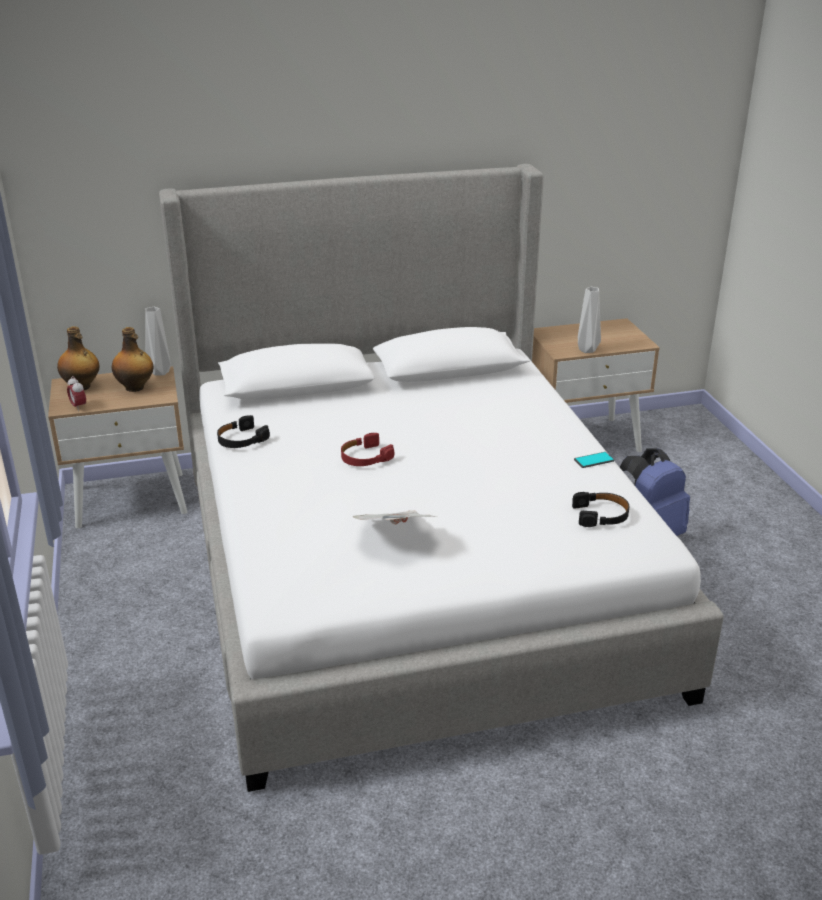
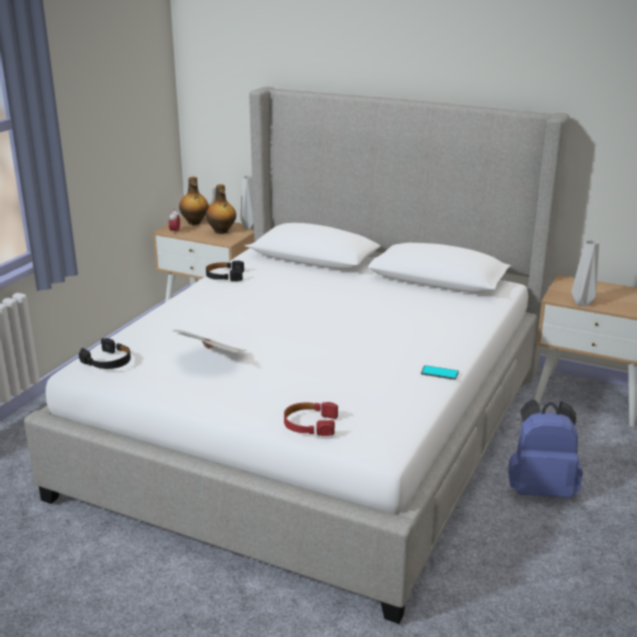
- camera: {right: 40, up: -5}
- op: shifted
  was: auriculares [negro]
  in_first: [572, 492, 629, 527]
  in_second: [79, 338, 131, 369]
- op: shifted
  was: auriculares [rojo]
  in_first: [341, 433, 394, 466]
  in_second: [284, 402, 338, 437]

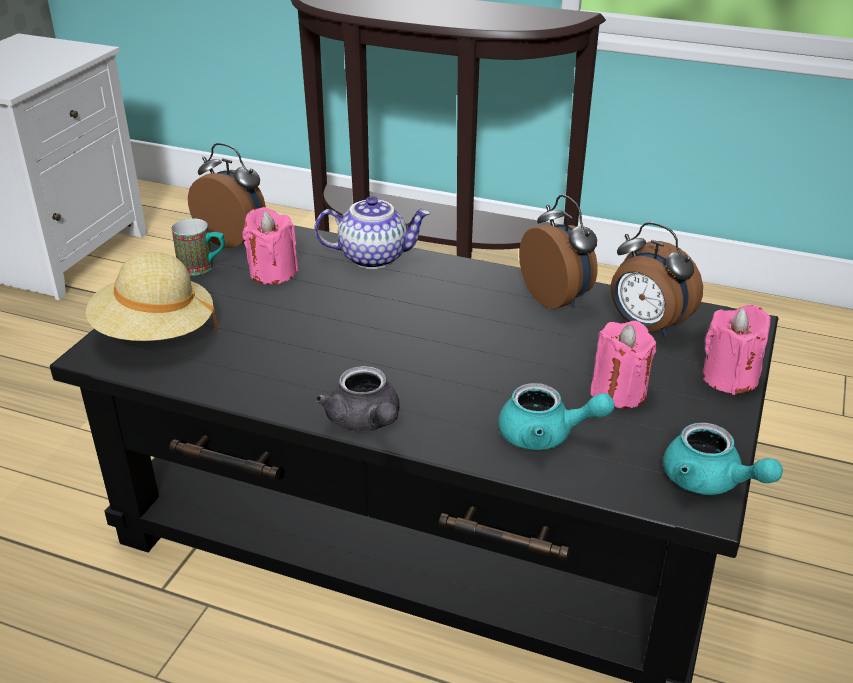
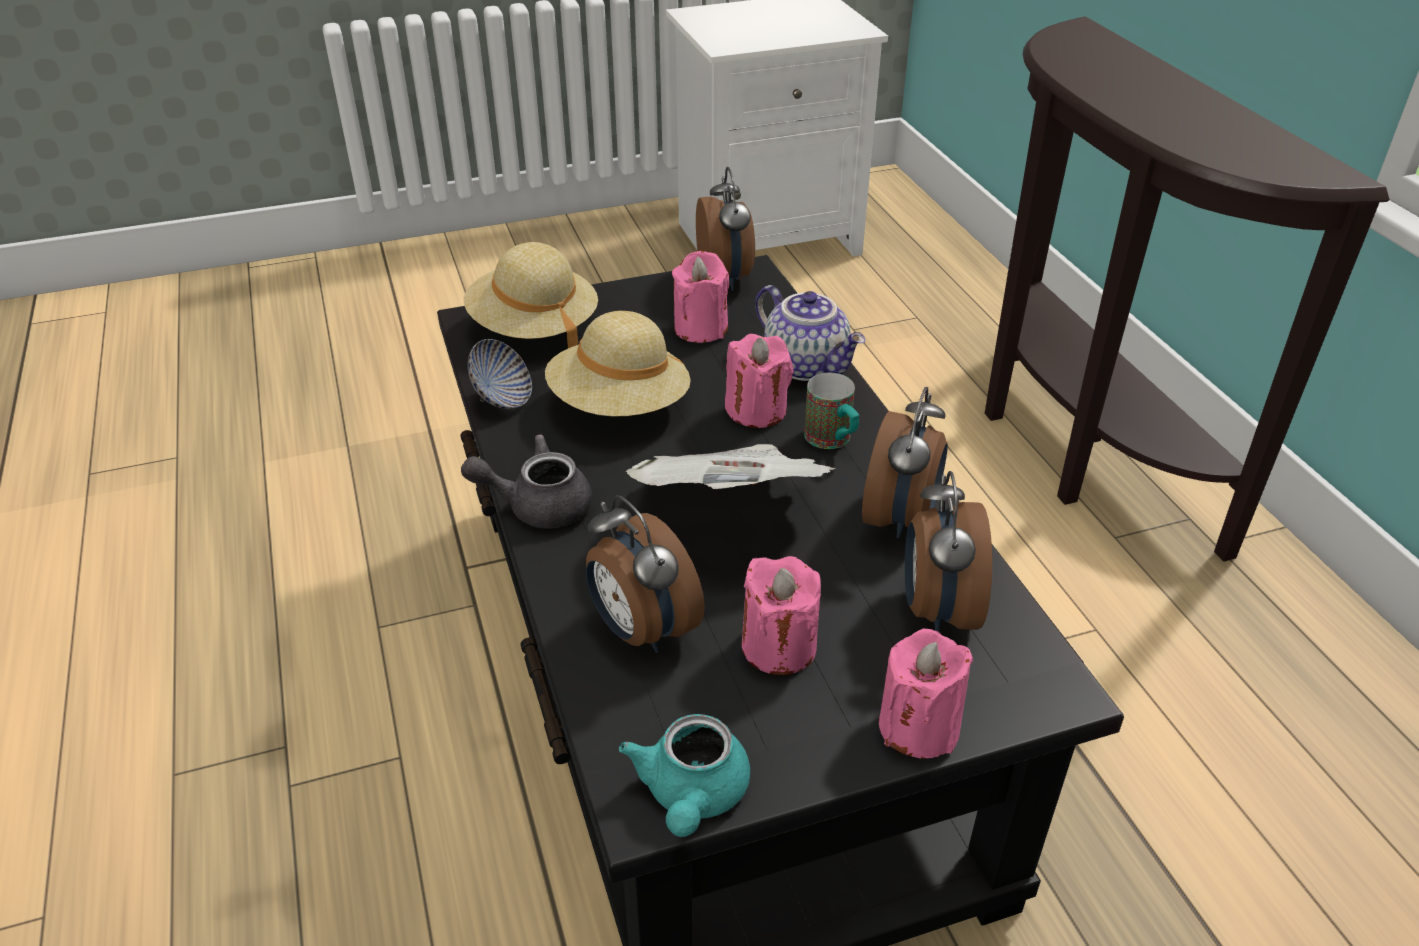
- camera: {right: 50, up: 5}
- op: rotated
  was: tetera [gris]
  in_first: [316, 366, 400, 431]
  in_second: [461, 434, 592, 528]
  clockwise: 60
- op: new
  now: cuenco
  in_second: [468, 339, 532, 409]
- op: new
  now: sombrero [beis]
  in_second: [545, 311, 691, 416]
- op: swapped
  was: tetera [turquesa]
  now: despertador
  in_first: [498, 383, 614, 450]
  in_second: [586, 495, 705, 653]
- op: new
  now: periódico
  in_second: [626, 444, 836, 489]
- op: new
  now: vela [rosa]
  in_second: [725, 334, 793, 428]
- op: shifted
  was: taza grande
  in_first: [172, 218, 225, 276]
  in_second: [804, 373, 859, 449]

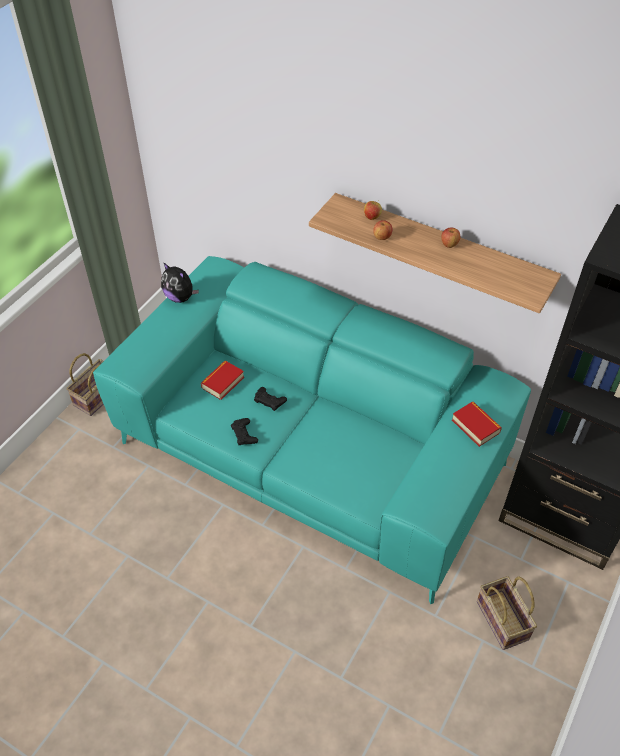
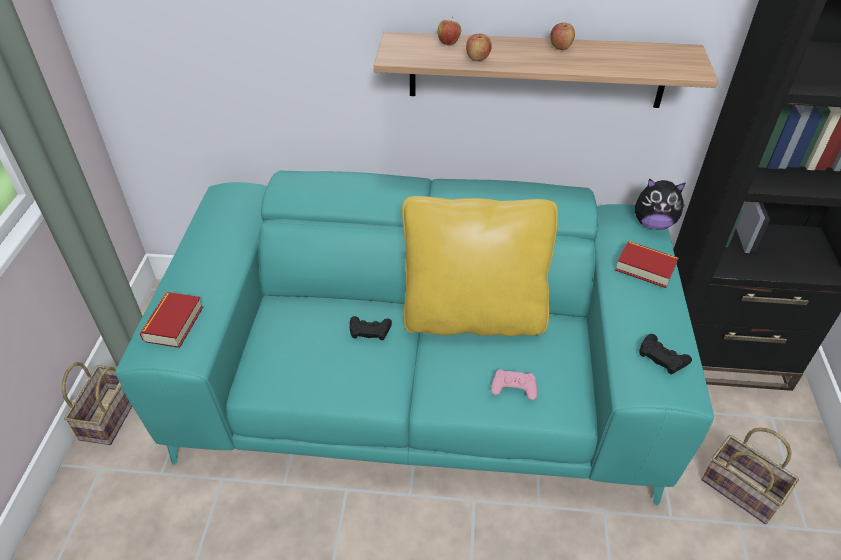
- camera: {right: -25, up: -5}
- op: shifted
  was: libro
  in_first: [201, 361, 244, 400]
  in_second: [140, 292, 203, 348]
- op: new
  now: cojín [amarillo]
  in_second: [402, 196, 558, 336]
- op: new
  now: mando de consola [rosa]
  in_second: [491, 369, 537, 400]
- op: shifted
  was: peluche
  in_first: [161, 262, 199, 303]
  in_second: [635, 178, 685, 230]
- op: shifted
  was: mando de consola [negro]
  in_first: [231, 418, 258, 445]
  in_second: [639, 334, 692, 374]

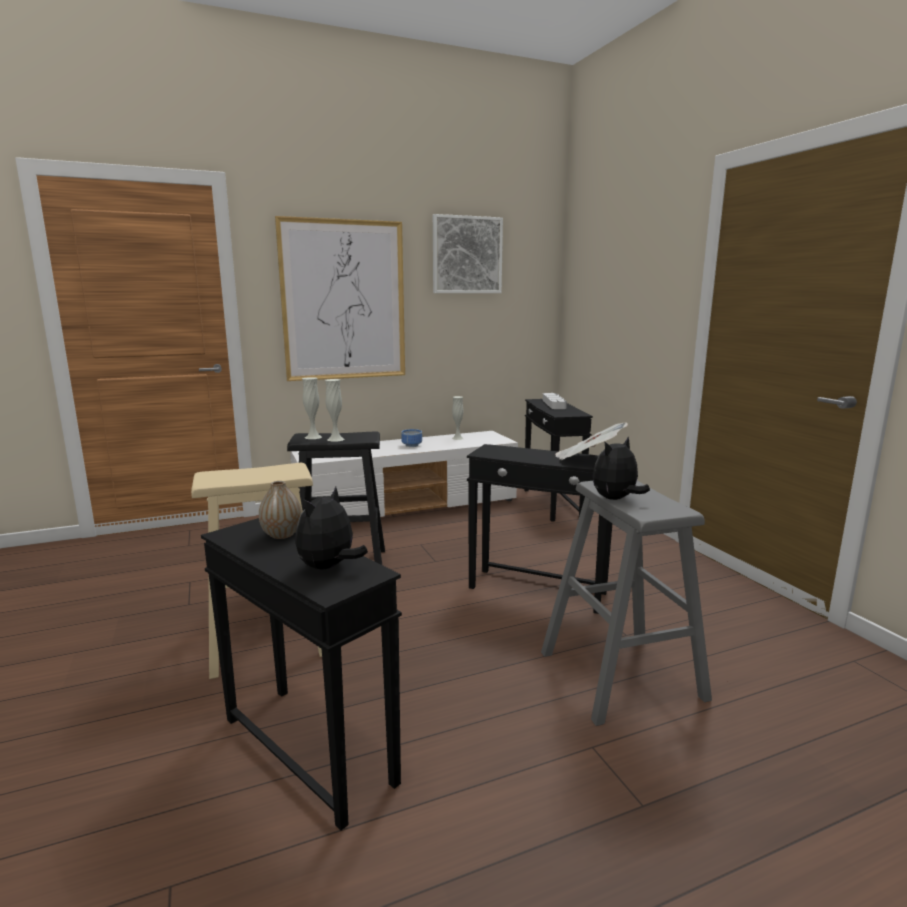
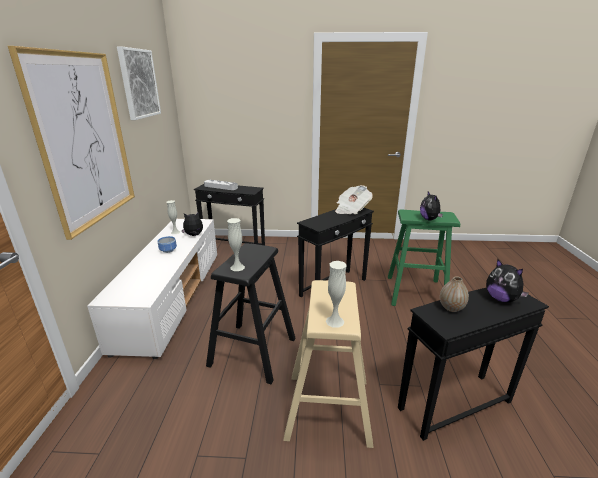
- camera: {right: -65, up: 10}
- op: new
  now: peluche
  in_second: [182, 212, 203, 236]
- op: shifted
  was: florero [blanco]
  in_first: [325, 379, 344, 442]
  in_second: [326, 261, 347, 327]
- op: repainted
  was: taburete [gris]
  now: taburete [verde]
  in_first: [541, 481, 712, 726]
  in_second: [388, 210, 460, 306]

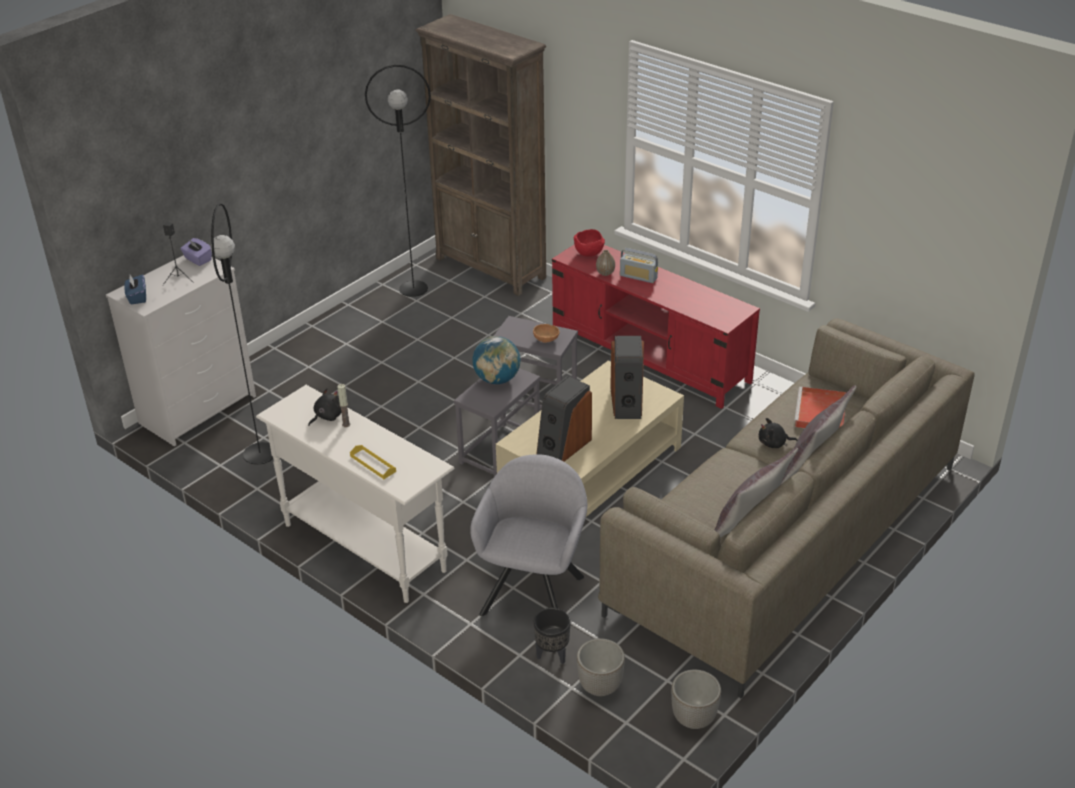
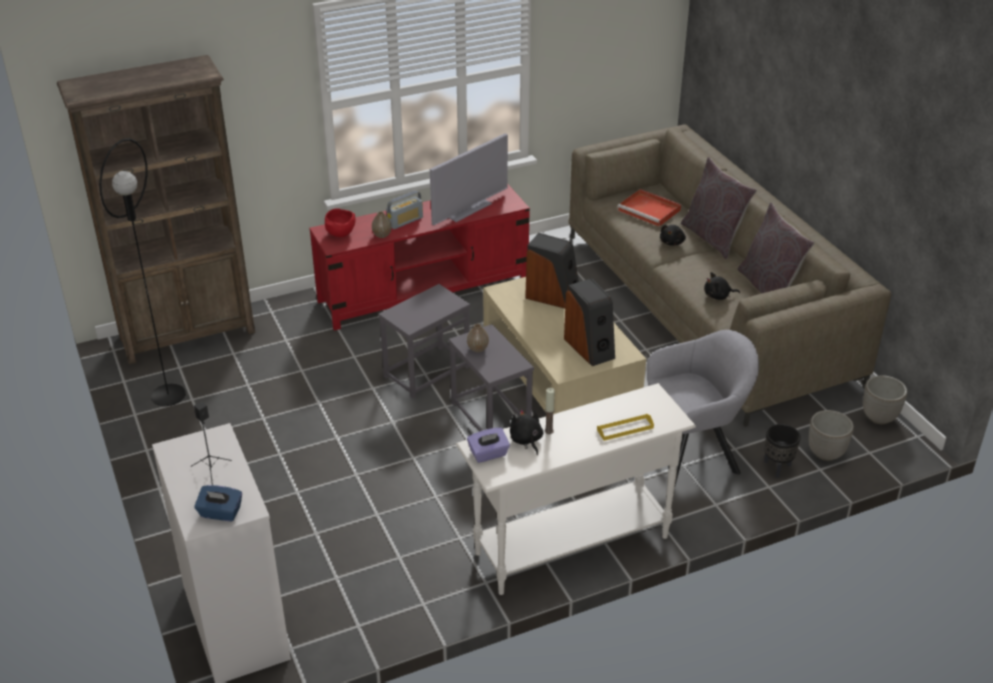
- camera: {right: -65, up: 0}
- op: new
  now: televisor
  in_second: [430, 133, 508, 225]
- op: swapped
  was: globo terráqueo
  now: florero
  in_first: [472, 336, 521, 384]
  in_second: [467, 324, 489, 352]
- op: shifted
  was: caja de pañuelos [morado]
  in_first: [180, 238, 212, 266]
  in_second: [467, 428, 510, 463]
- op: rotated
  was: sillón [gris]
  in_first: [470, 454, 587, 616]
  in_second: [647, 330, 759, 488]
  clockwise: 120
- op: new
  now: peluche [negro]
  in_second: [704, 272, 740, 300]
- op: gone
  was: lámpara de pie [negro]
  in_first: [211, 203, 273, 465]
- op: gone
  was: cuenco [marrón]
  in_first: [533, 324, 560, 343]

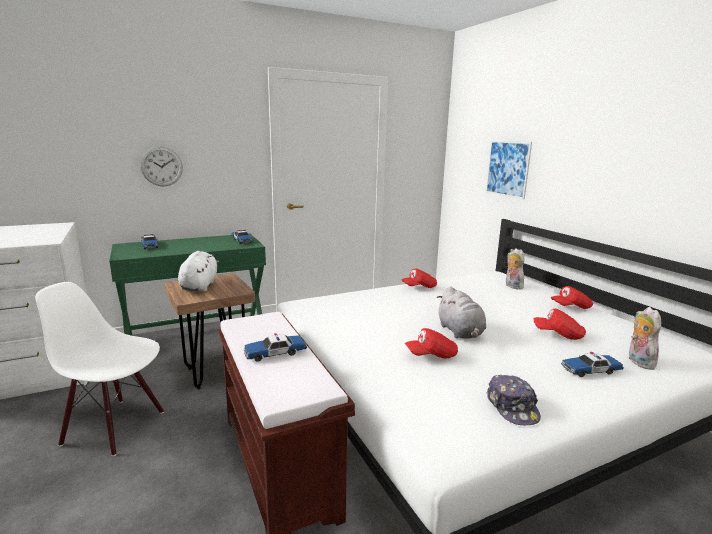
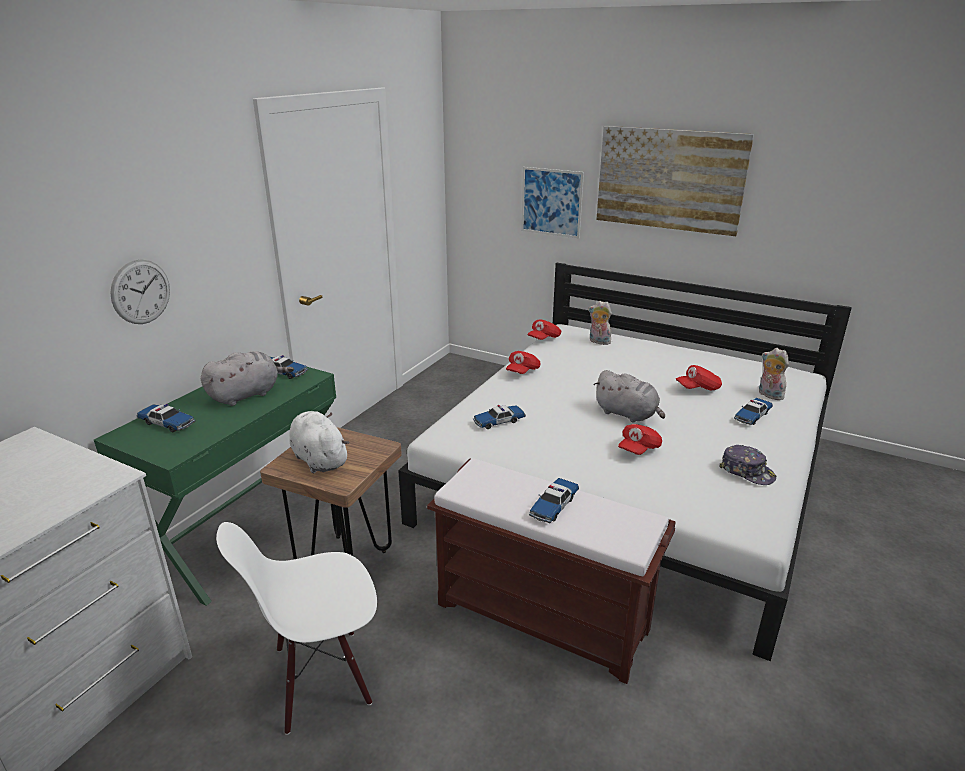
- camera: {right: -35, up: 10}
- op: new
  now: peluche [gris]
  in_second: [201, 351, 294, 406]
- op: new
  now: coche de juguete
  in_second: [473, 405, 526, 429]
- op: shifted
  was: gorra [rojo]
  in_first: [551, 286, 593, 309]
  in_second: [528, 319, 561, 340]
- op: new
  now: cuadro
  in_second: [596, 126, 754, 236]

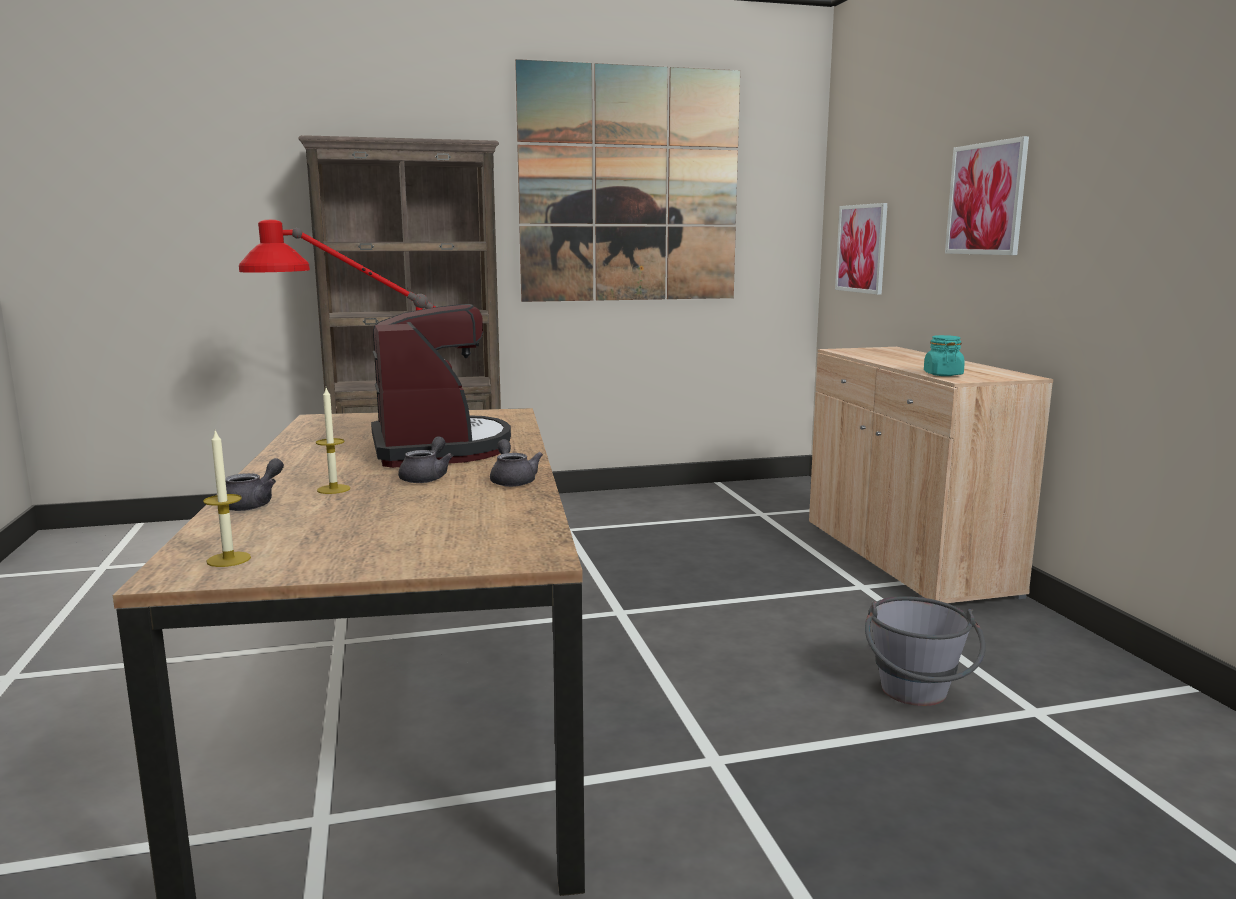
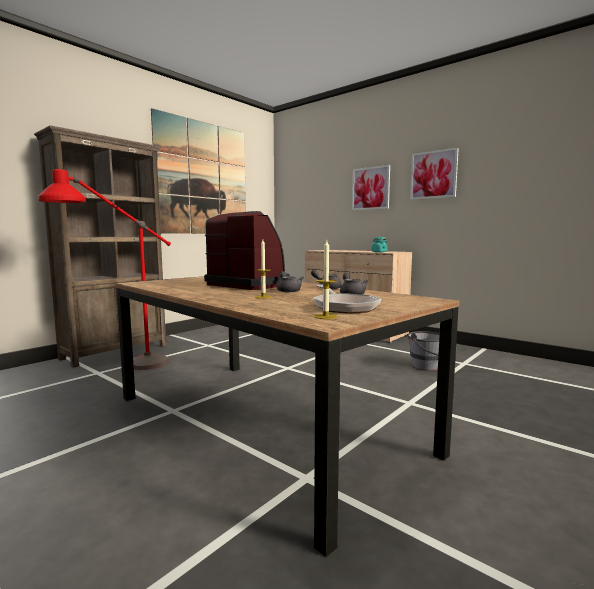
- camera: {right: -35, up: -5}
- op: new
  now: sartén
  in_second: [313, 284, 381, 314]
- op: shifted
  was: tetera [gris]
  in_first: [225, 458, 284, 511]
  in_second: [340, 273, 369, 294]
- op: shifted
  was: cuadro
  in_first: [835, 203, 888, 294]
  in_second: [410, 148, 459, 200]

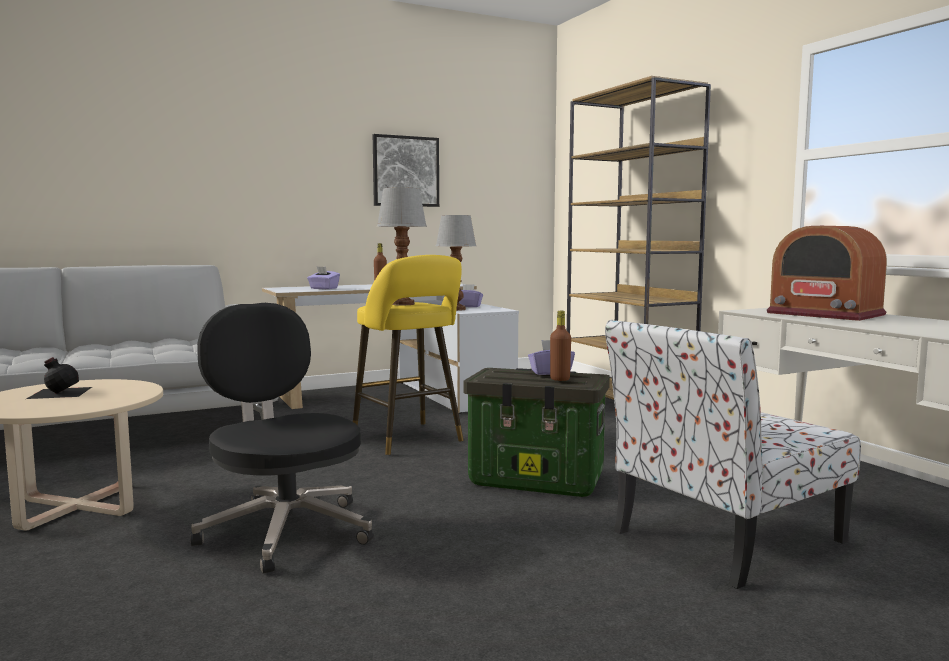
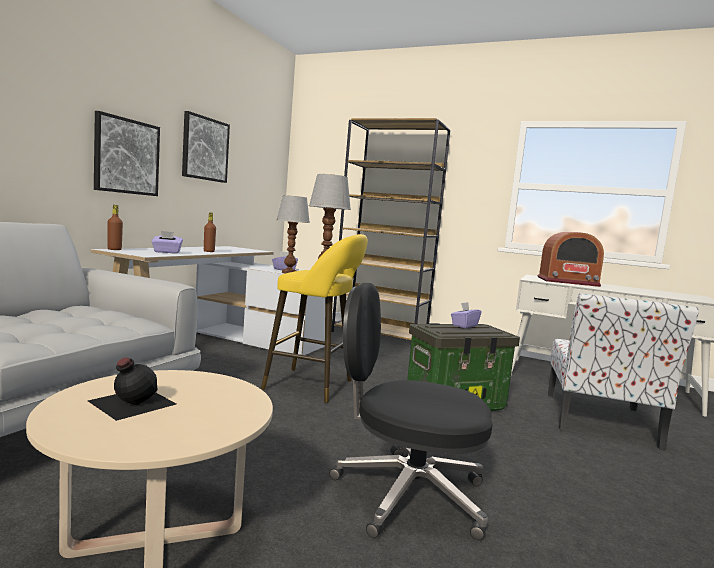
- camera: {right: -40, up: 0}
- op: new
  now: cuadro
  in_second: [94, 111, 160, 196]
- op: shifted
  was: botella [marrón]
  in_first: [550, 311, 571, 381]
  in_second: [107, 205, 123, 250]

